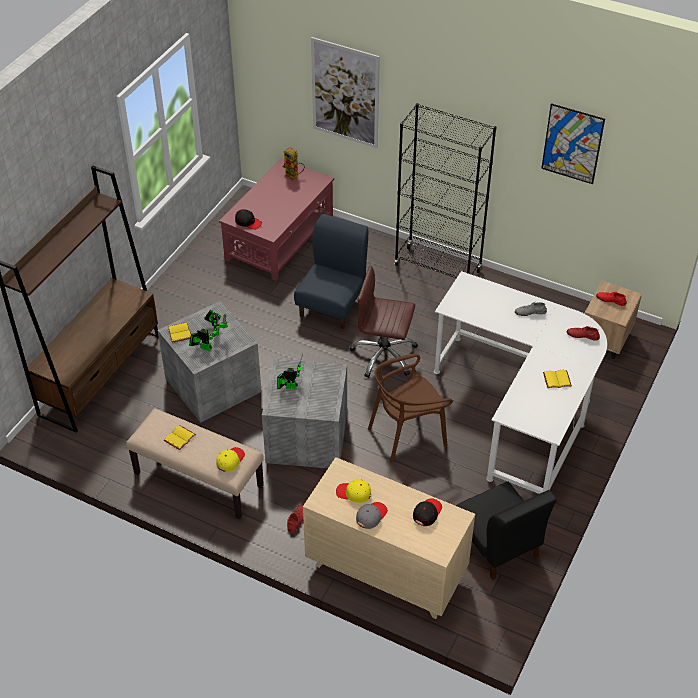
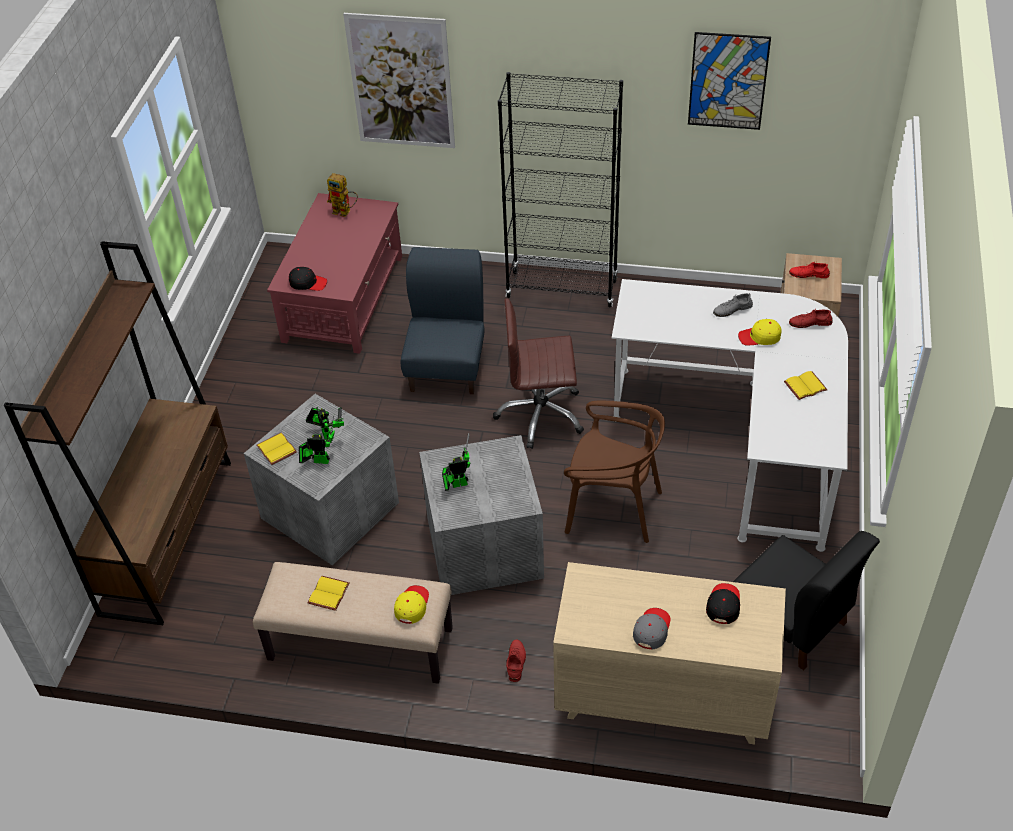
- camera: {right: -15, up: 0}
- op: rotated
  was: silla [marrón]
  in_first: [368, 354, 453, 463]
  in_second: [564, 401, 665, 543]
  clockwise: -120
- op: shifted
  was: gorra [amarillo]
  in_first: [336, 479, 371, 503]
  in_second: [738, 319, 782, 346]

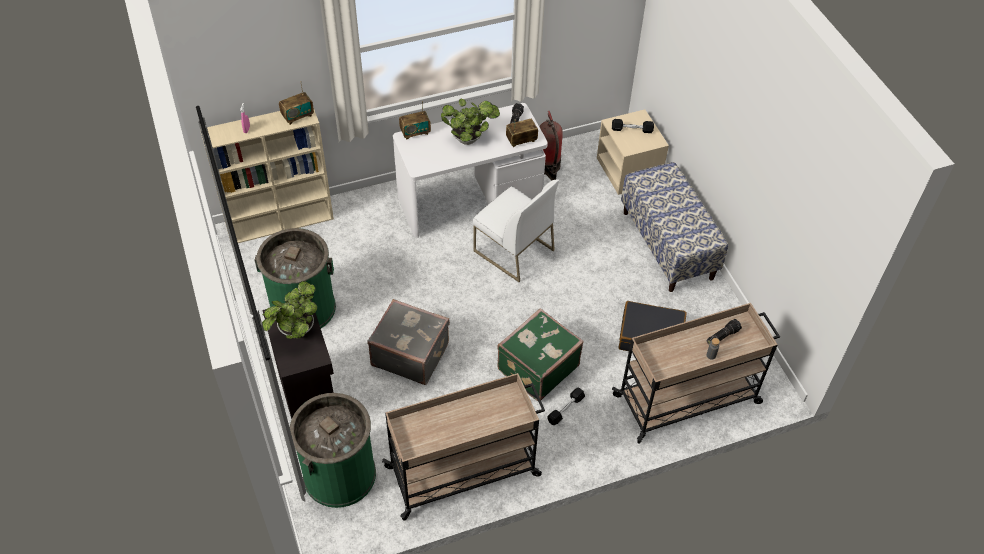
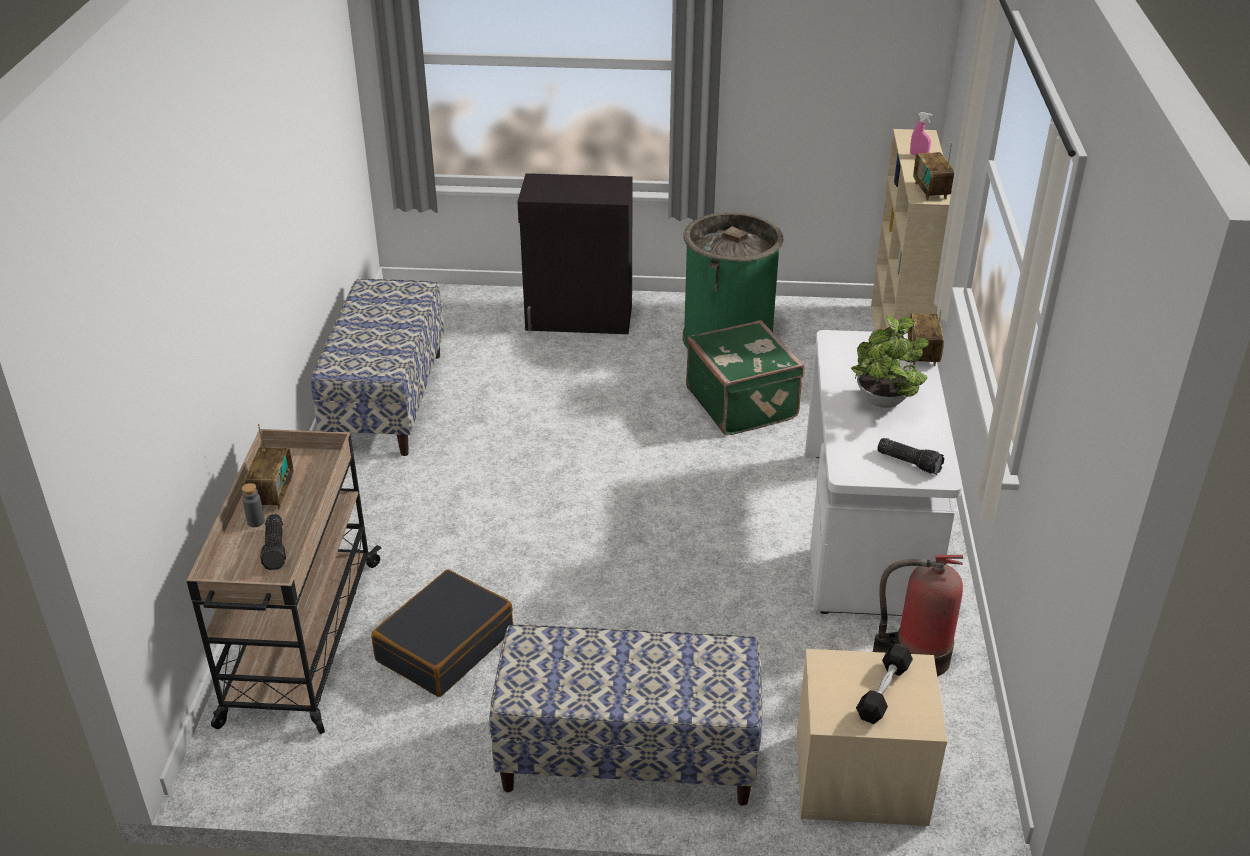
- camera: {right: 115, up: -15}
- op: shifted
  was: radio
  in_first: [506, 119, 538, 147]
  in_second: [244, 424, 294, 510]
- op: swapped
  was: carrito [beis]
  now: banco
  in_first: [382, 373, 545, 521]
  in_second: [311, 279, 444, 456]
- op: shifted
  was: maleta [verde]
  in_first: [497, 308, 584, 401]
  in_second: [686, 320, 805, 436]
- op: gone
  was: planta en maceta
  in_first: [262, 281, 317, 339]
- op: gone
  was: papelera [verde]
  in_first: [290, 393, 376, 508]
- op: gone
  was: maleta [gris]
  in_first: [367, 299, 450, 385]
- op: gone
  was: silla [blanco]
  in_first: [473, 179, 559, 282]
- op: gone
  was: mancuerna [negro]
  in_first: [547, 388, 585, 425]

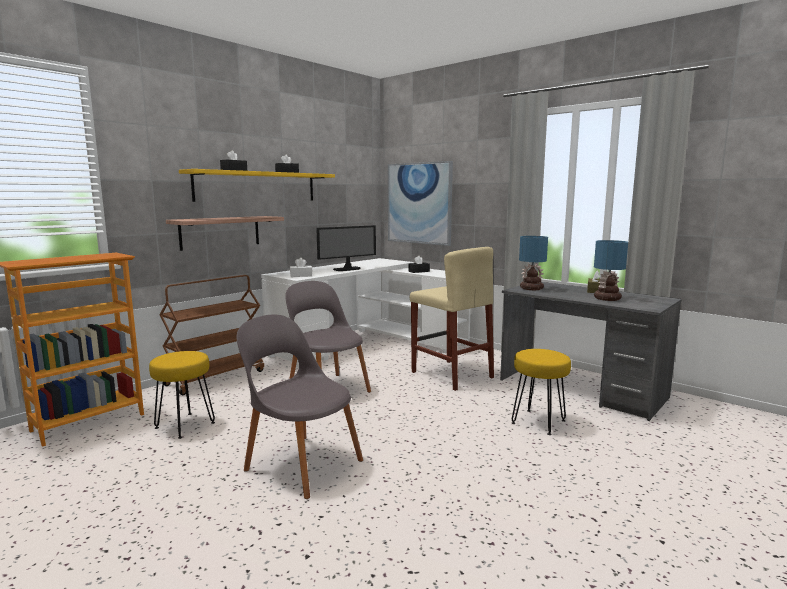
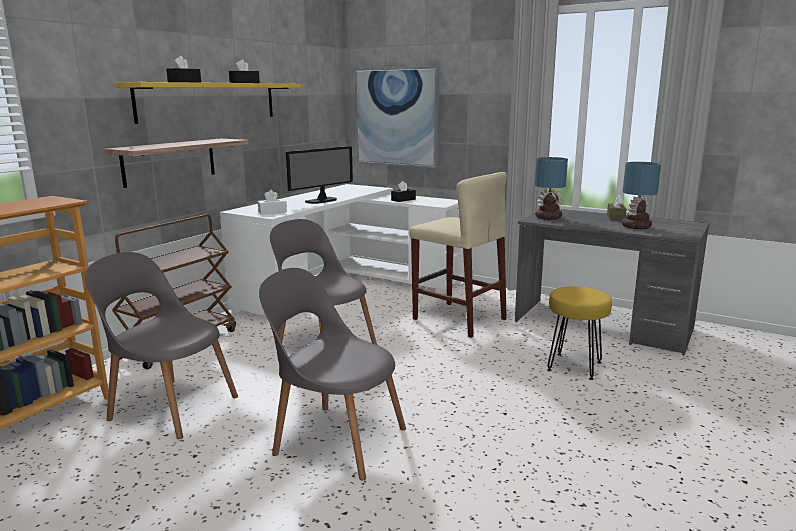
- camera: {right: -10, up: 5}
- op: swapped
  was: taburete [amarillo]
  now: silla [gris]
  in_first: [149, 351, 215, 439]
  in_second: [85, 252, 238, 439]

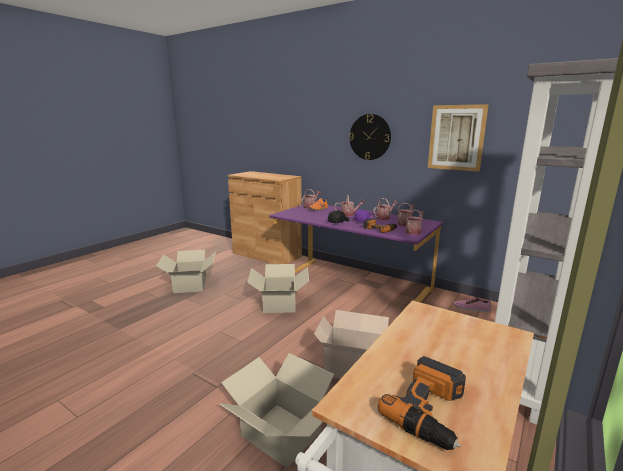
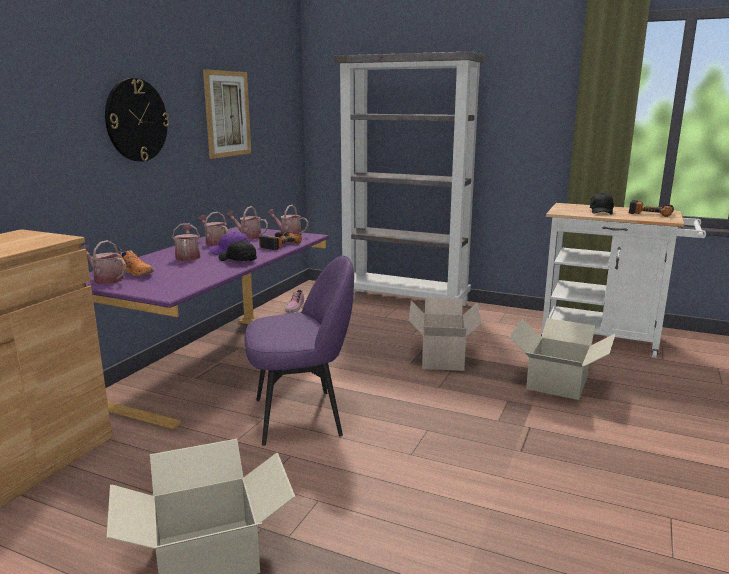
- camera: {right: -100, up: 0}
- op: swapped
  was: caja de cartón
  now: silla [morado]
  in_first: [247, 264, 309, 313]
  in_second: [245, 256, 354, 446]
- op: new
  now: gorra [negro]
  in_second: [590, 193, 614, 215]

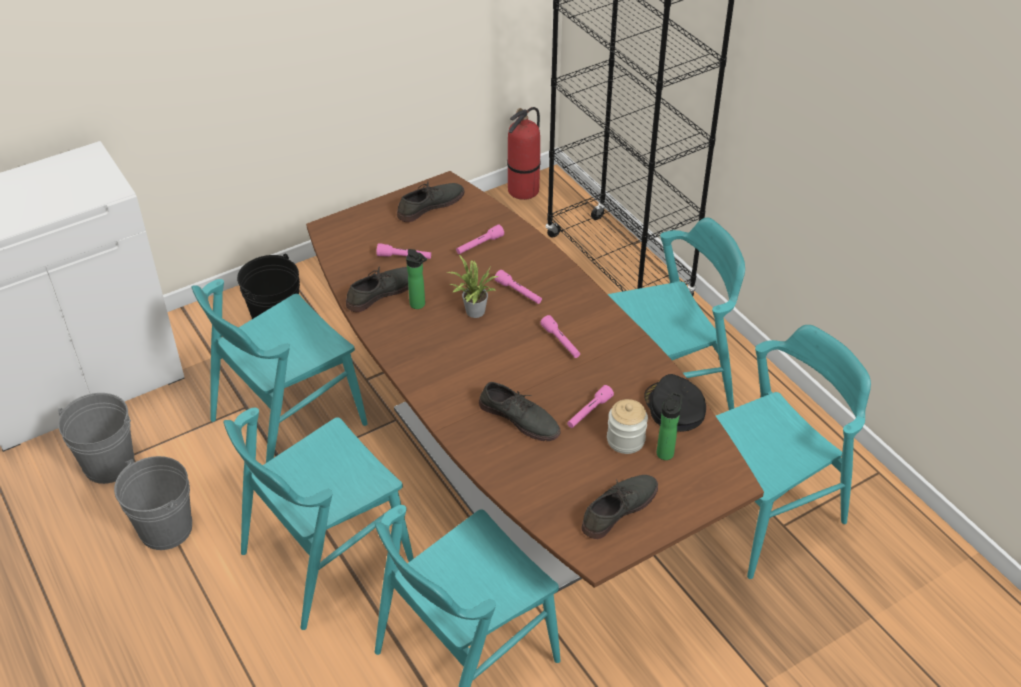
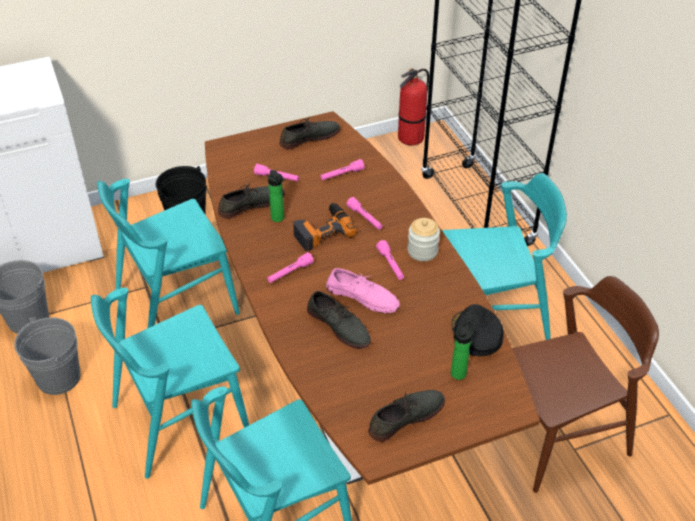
- camera: {right: 10, up: 0}
- op: shifted
  was: linterna [rosa]
  in_first: [567, 385, 614, 428]
  in_second: [268, 252, 314, 283]
- op: swapped
  was: planta en maceta
  now: taladro
  in_first: [446, 255, 499, 318]
  in_second: [293, 203, 357, 251]
- op: new
  now: zapato [rosa]
  in_second: [326, 268, 400, 313]
- op: shifted
  was: tarro
  in_first: [607, 399, 648, 454]
  in_second: [408, 218, 440, 261]
- op: repainted
  was: silla [turquesa]
  now: silla [marrón]
  in_first: [716, 325, 871, 579]
  in_second: [512, 276, 659, 493]

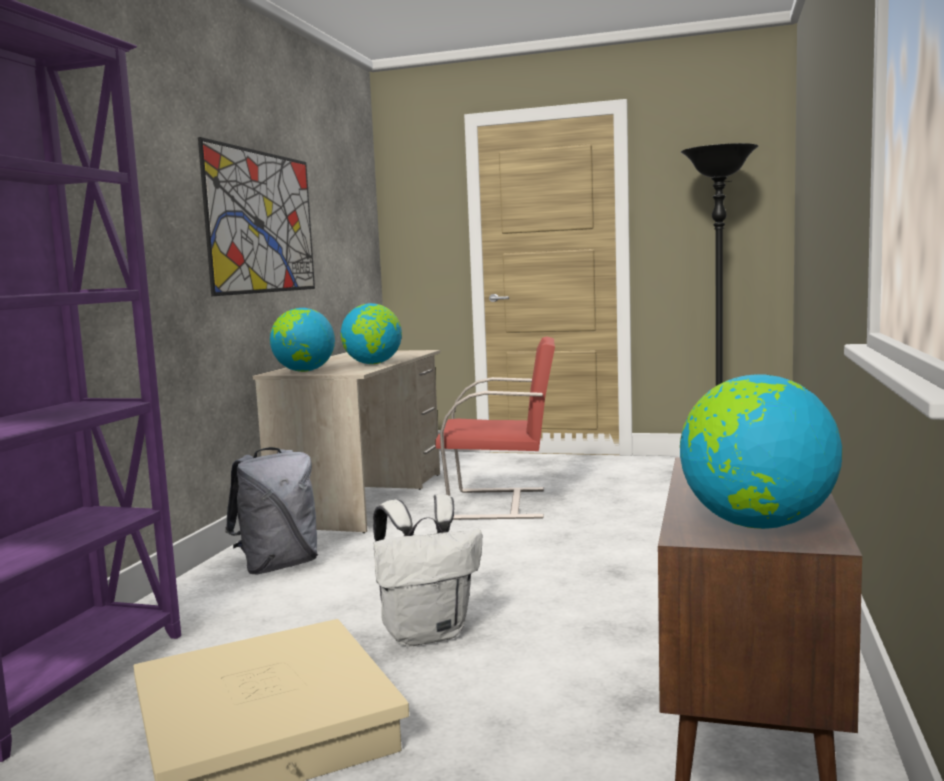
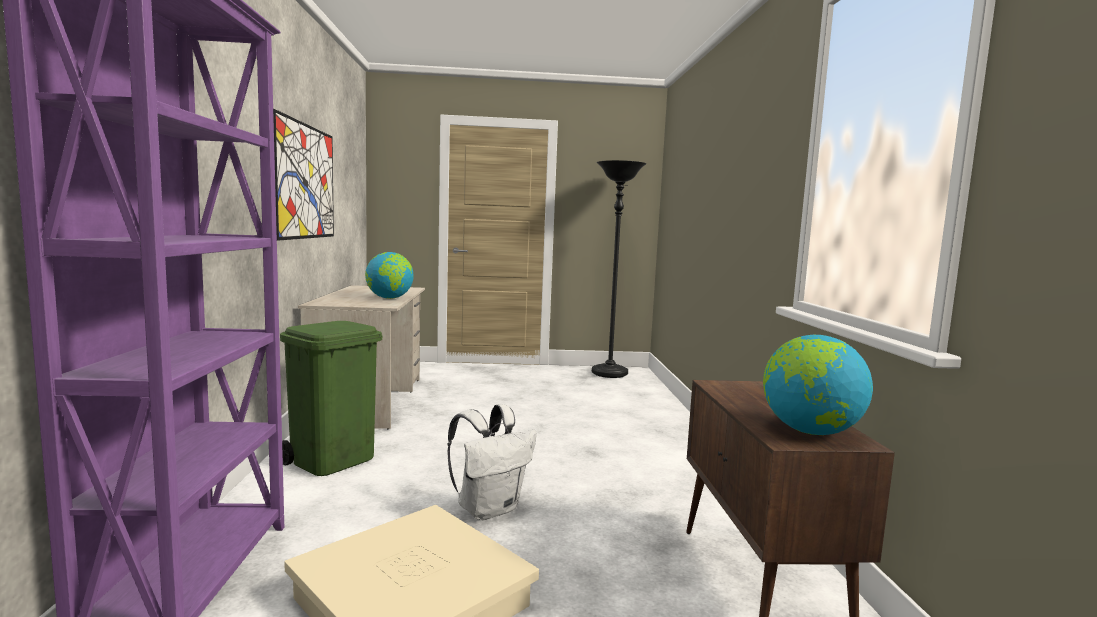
- camera: {right: -20, up: 0}
- op: swapped
  was: mochila [gris]
  now: papelera [verde]
  in_first: [225, 447, 318, 574]
  in_second: [280, 321, 382, 476]
- op: gone
  was: globo terráqueo
  in_first: [270, 308, 335, 372]
- op: gone
  was: silla [rojo]
  in_first: [436, 336, 555, 520]

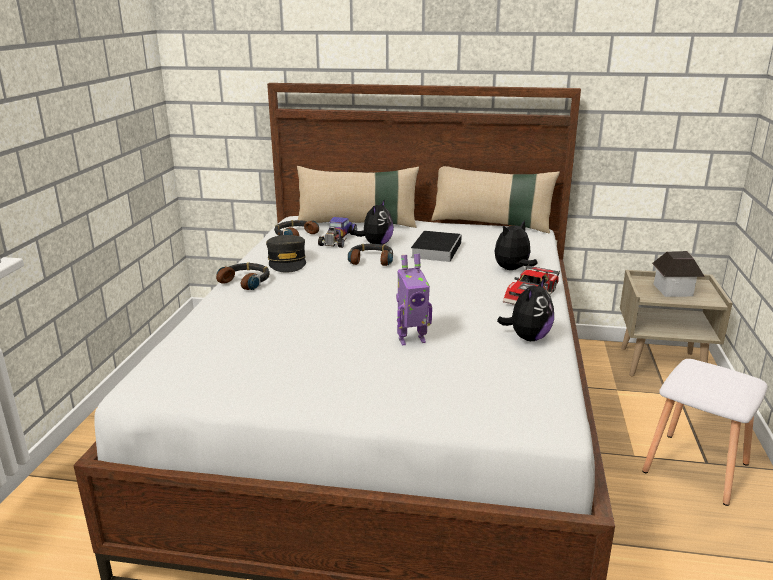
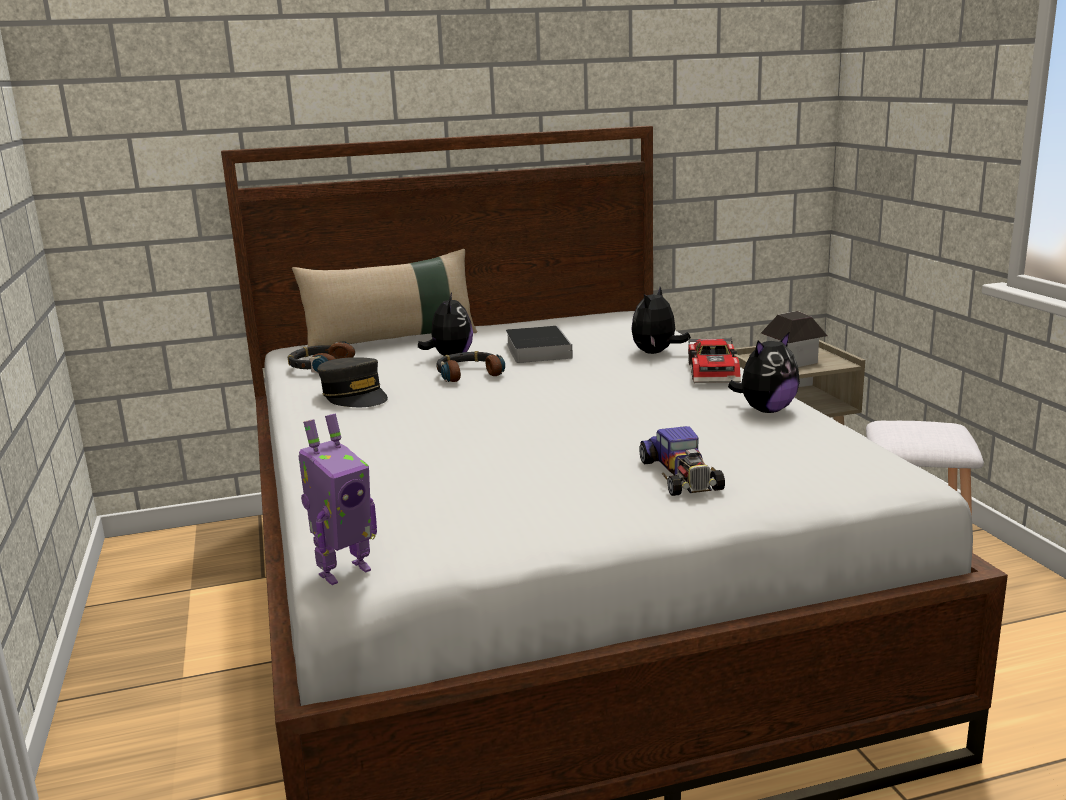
- camera: {right: -25, up: -5}
- op: shifted
  was: robot de juguete
  in_first: [396, 254, 432, 346]
  in_second: [298, 414, 377, 585]
- op: shifted
  was: coche de juguete
  in_first: [318, 217, 357, 248]
  in_second: [639, 426, 725, 496]
- op: rotated
  was: peluche
  in_first: [497, 278, 554, 341]
  in_second: [728, 332, 800, 413]
  clockwise: 45
- op: gone
  was: auriculares
  in_first: [216, 262, 270, 290]
- op: gone
  was: cojín [beis]
  in_first: [431, 166, 560, 233]

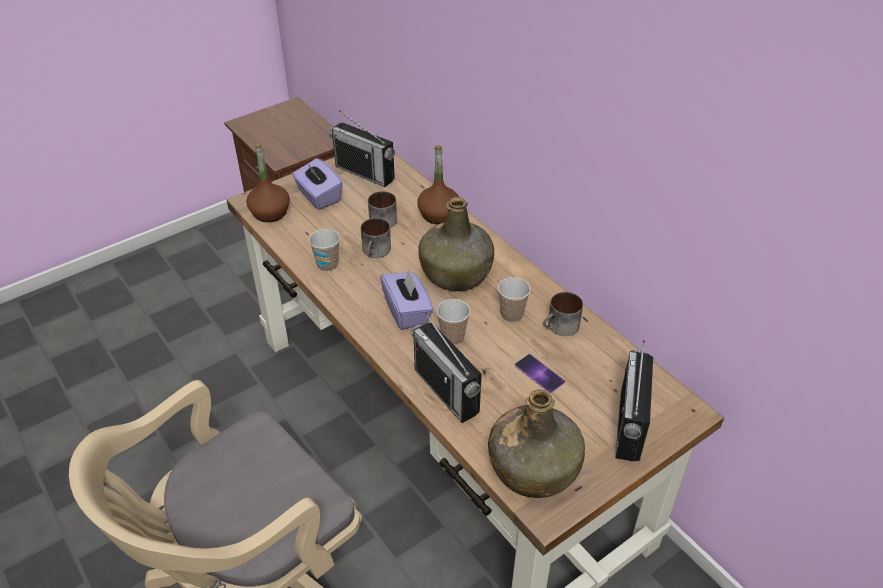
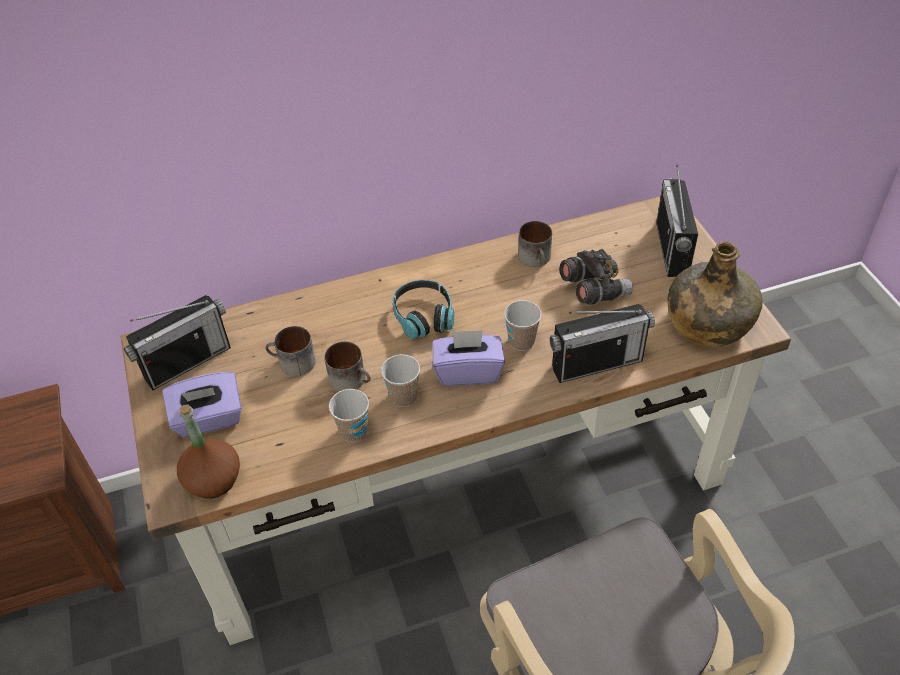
- camera: {right: -70, up: 5}
- op: shifted
  was: taza
  in_first: [498, 277, 531, 322]
  in_second: [381, 354, 420, 407]
- op: swapped
  was: botella [verde]
  now: auriculares
  in_first: [418, 197, 494, 291]
  in_second: [392, 280, 454, 339]
- op: swapped
  was: móvil
  now: prismáticos [gris]
  in_first: [515, 354, 565, 393]
  in_second: [559, 249, 633, 305]
- op: rotated
  was: radio
  in_first: [615, 340, 653, 461]
  in_second: [656, 164, 698, 277]
  clockwise: 60
- op: gone
  was: botella [marrón]
  in_first: [417, 145, 459, 224]

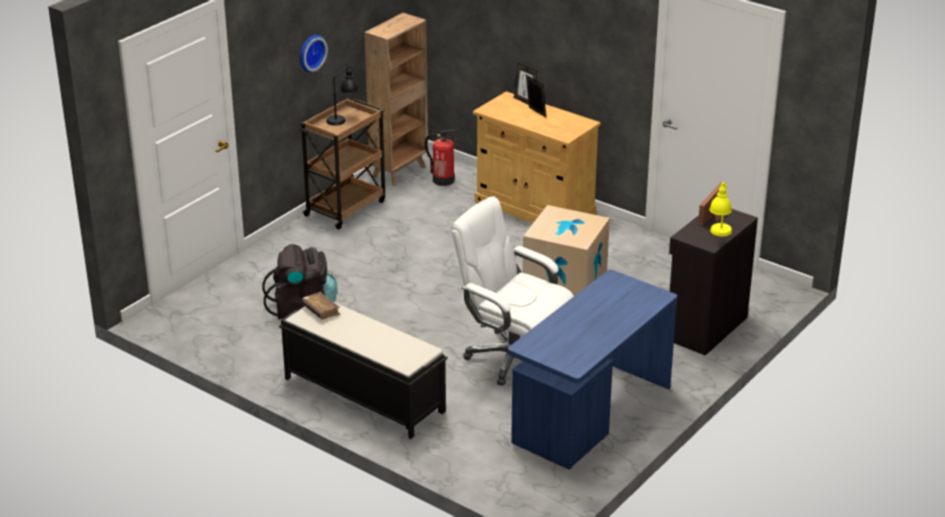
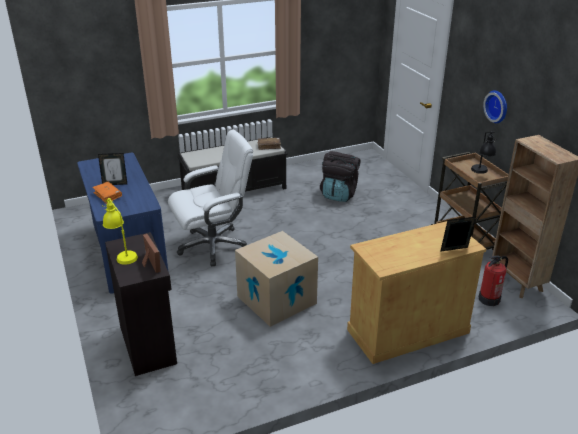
- camera: {right: 120, up: 0}
- op: new
  now: libro [naranja]
  in_second: [92, 182, 122, 204]
- op: shifted
  was: portarretratos
  in_first: [526, 75, 546, 117]
  in_second: [98, 153, 127, 185]

